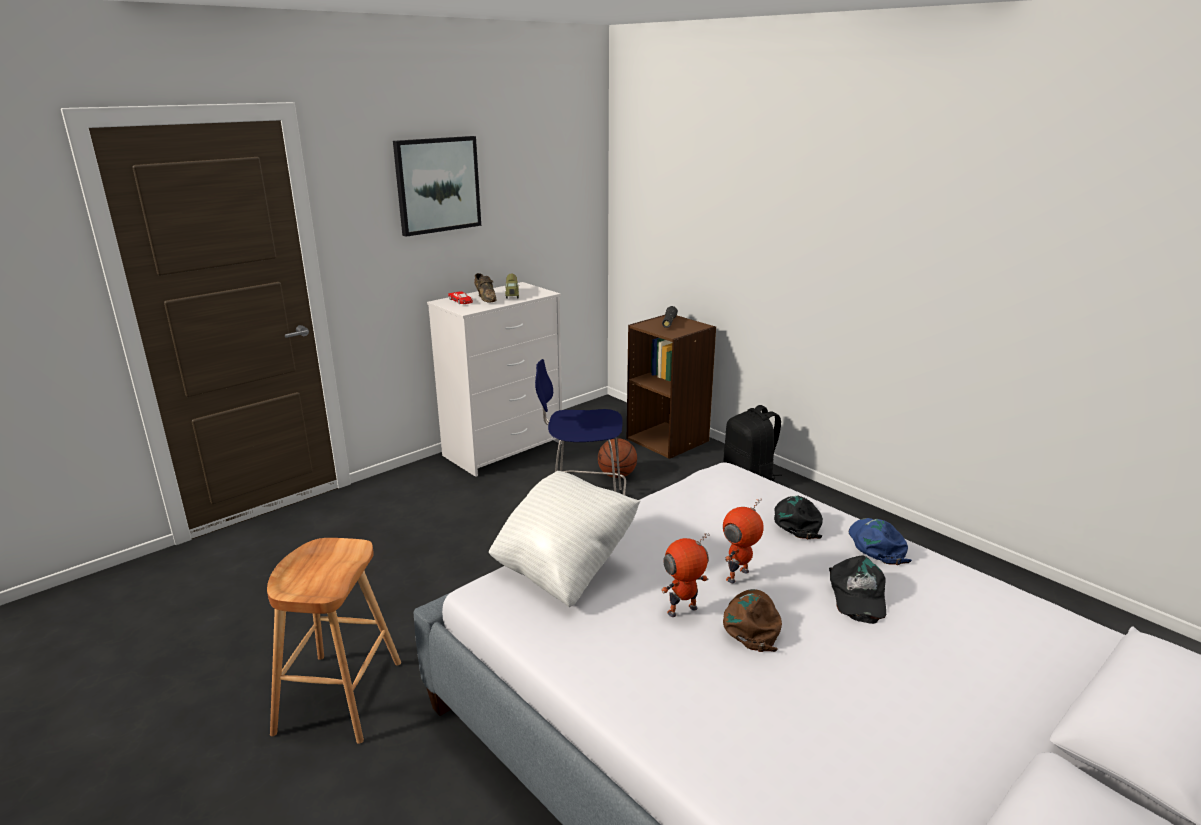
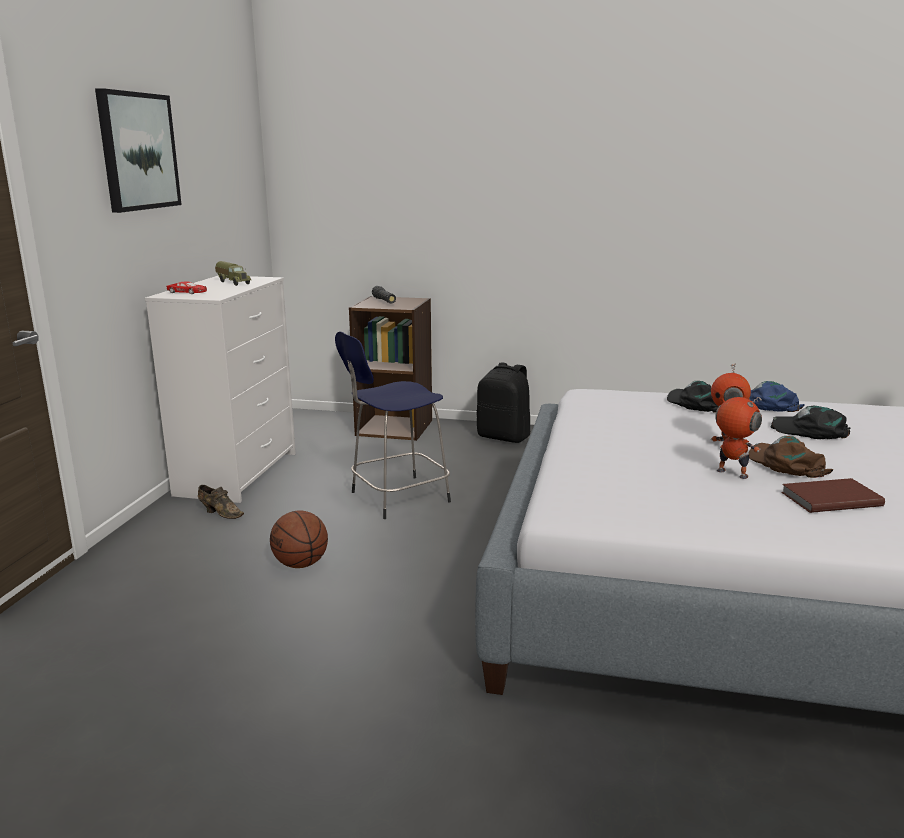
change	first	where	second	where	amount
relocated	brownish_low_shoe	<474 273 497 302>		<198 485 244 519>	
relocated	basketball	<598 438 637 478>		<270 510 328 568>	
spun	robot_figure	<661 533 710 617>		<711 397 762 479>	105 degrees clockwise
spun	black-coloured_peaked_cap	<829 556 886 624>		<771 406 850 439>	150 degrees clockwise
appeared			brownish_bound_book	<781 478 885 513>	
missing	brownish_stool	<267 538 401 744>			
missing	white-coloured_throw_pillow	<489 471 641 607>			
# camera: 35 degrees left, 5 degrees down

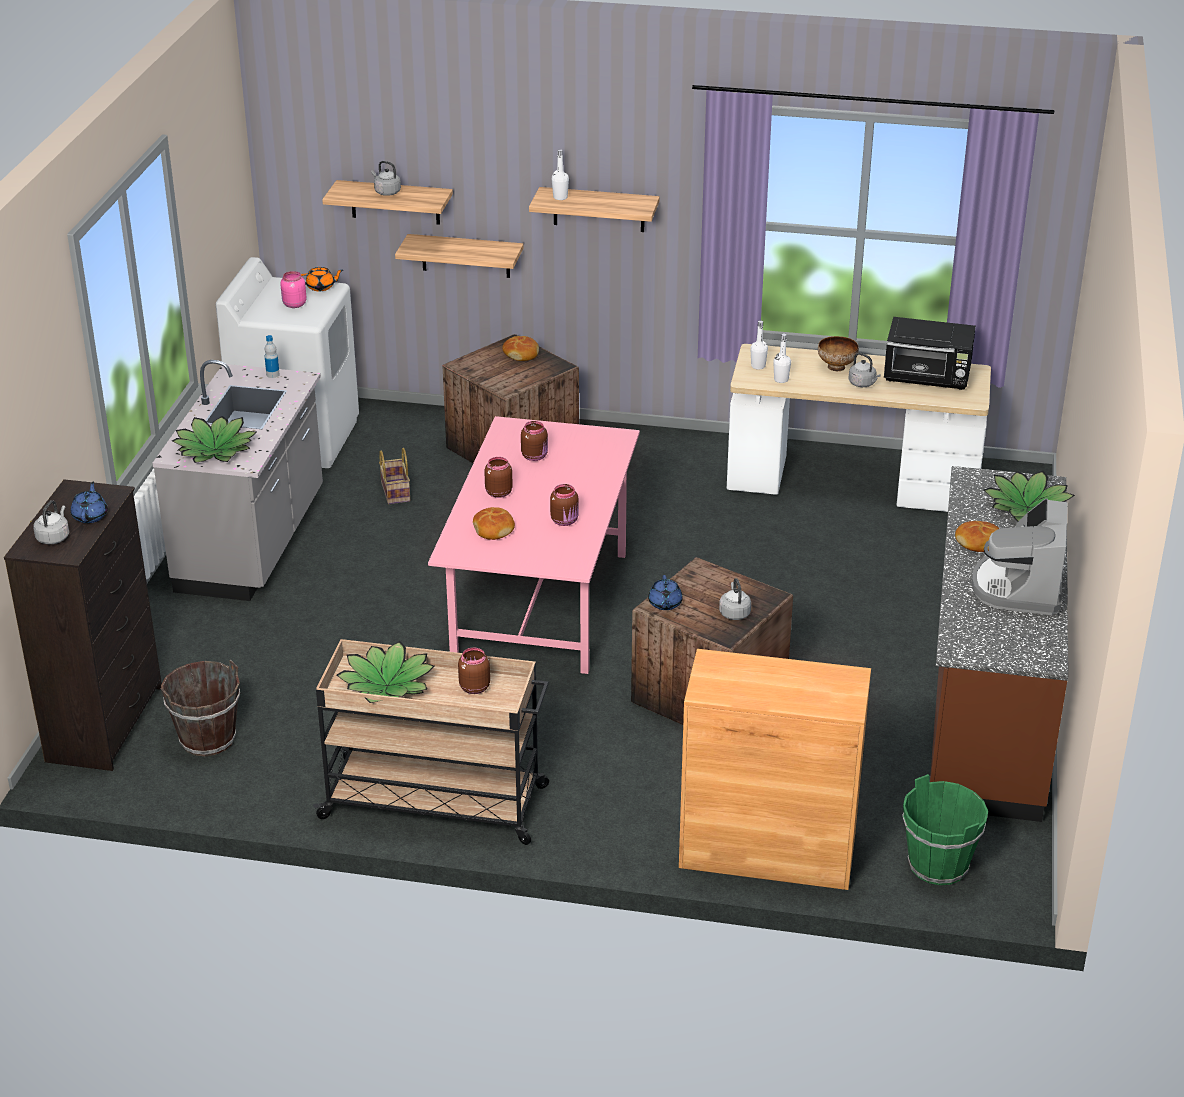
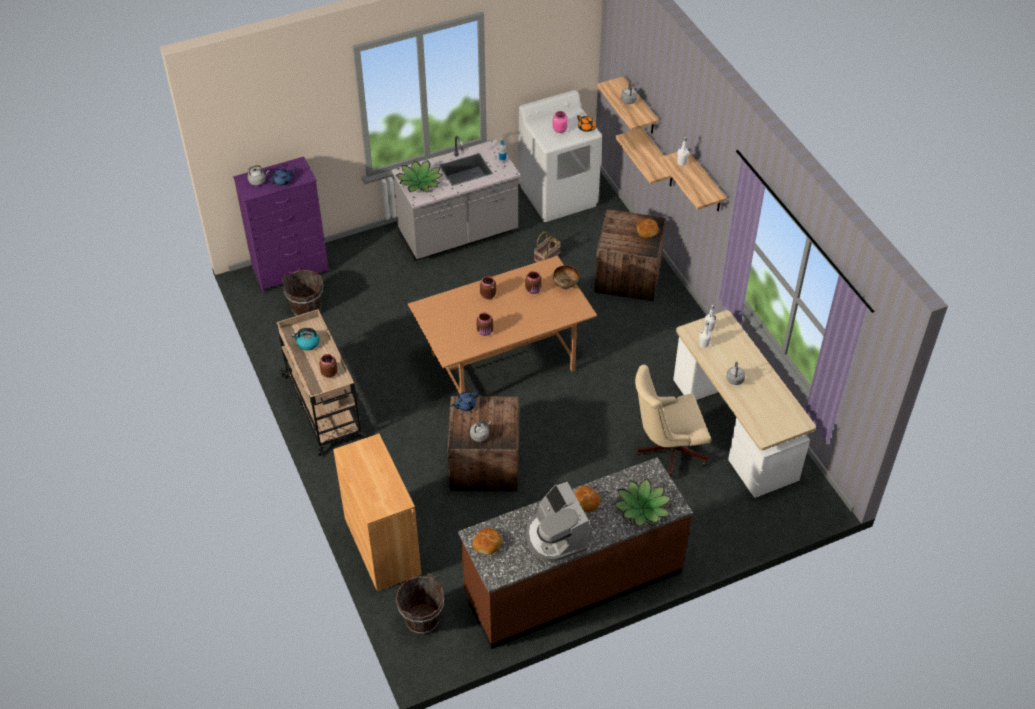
change	first	where	second	where	amount
colour	black-coloured_dresser	<4 479 162 771>	purplish_dresser	<233 157 329 293>	
exchanged	plant_in_a_pot	<337 641 434 703>	water_kettle	<292 328 320 351>	
colour	green-coloured_pail	<902 774 988 885>	brownish_pail	<396 574 444 634>	
colour	pink_dining_table	<428 416 640 674>	brownish_dining_table	<408 256 597 394>	
relocated	baked_bread	<473 507 515 540>		<472 528 502 555>	
spun	coffee_brewer	<972 498 1068 615>		<526 482 589 562>	90 degrees counterclockwise
relocated	bowl	<818 336 859 371>		<553 265 579 289>	
appeared			sand-coloured_office_chair	<635 365 711 477>	
missing	black-coloured_kitchen_microwave	<884 317 976 390>			
# camera: 55 degrees right, 15 degrees up

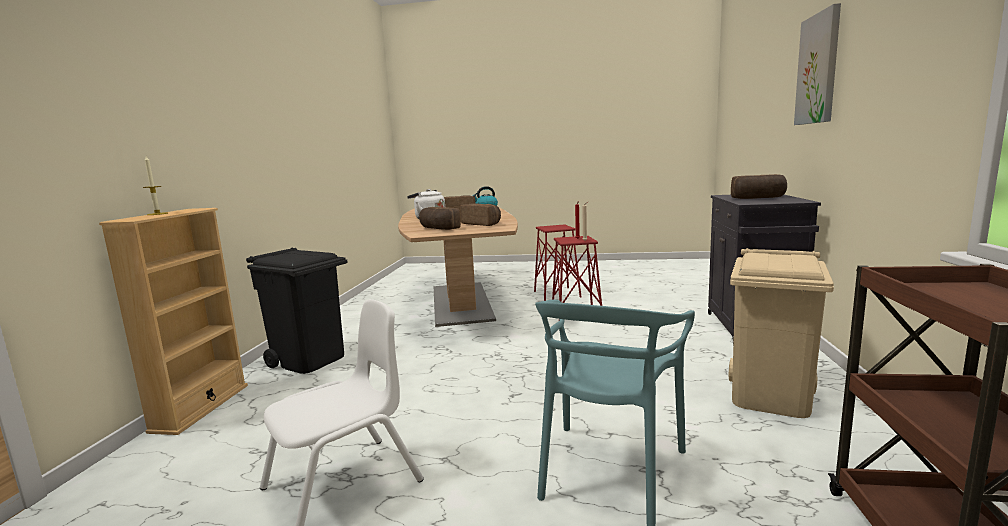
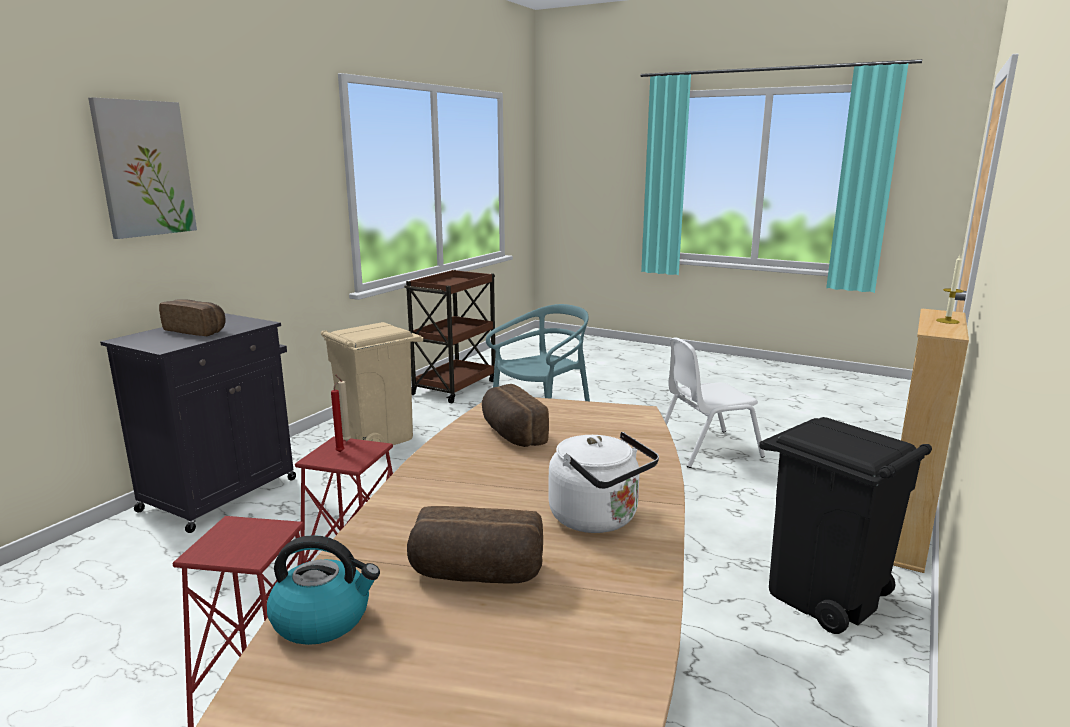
change	first	where	second	where	amount
missing	baked_bread	<419 207 461 230>			
# camera: 160 degrees left, 5 degrees up

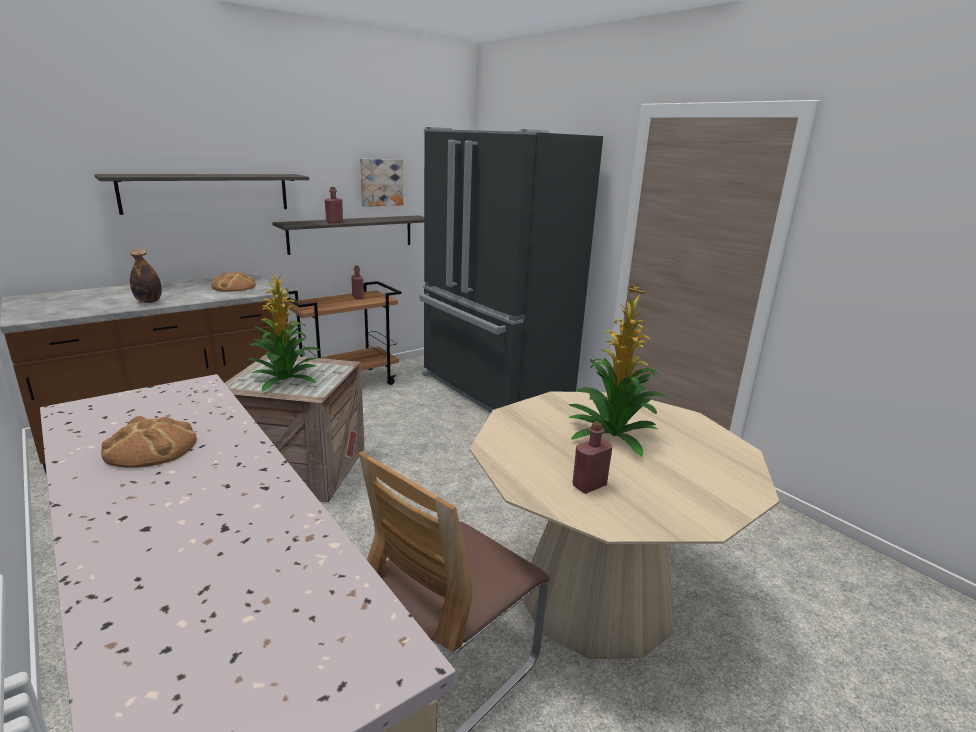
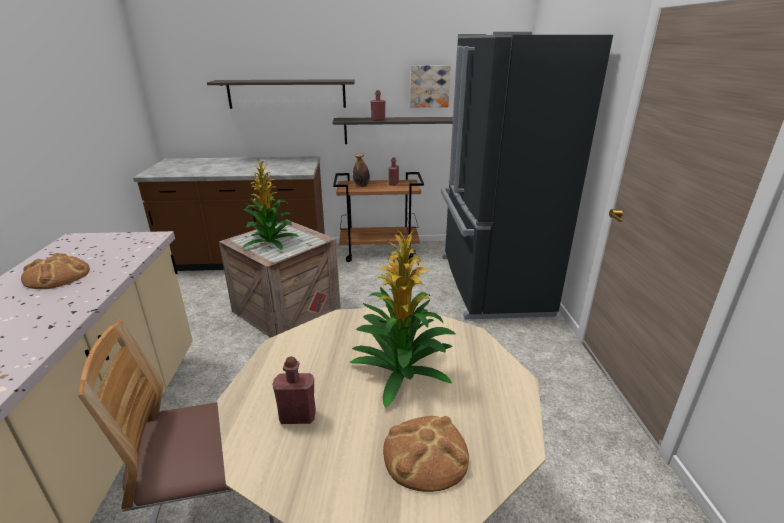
change	first	where	second	where	amount
relocated	drink_bottle	<130 250 162 303>		<353 153 370 187>	
relocated	baked_bread	<211 271 256 292>		<383 416 469 492>	
# camera: 35 degrees right, 5 degrees up

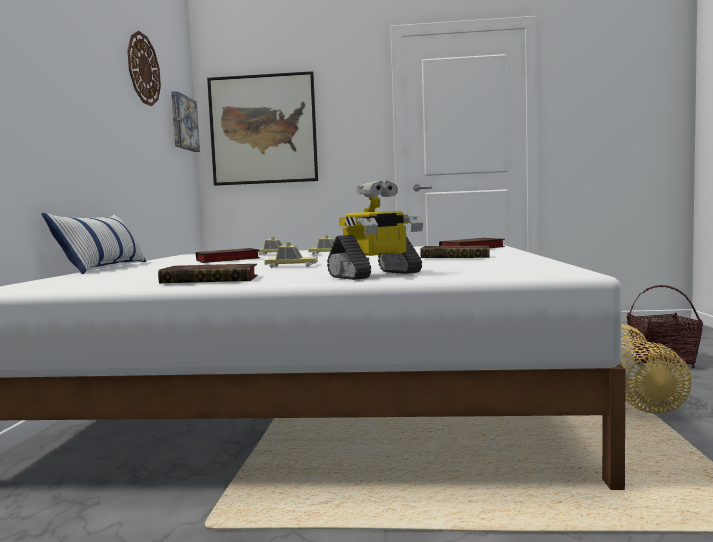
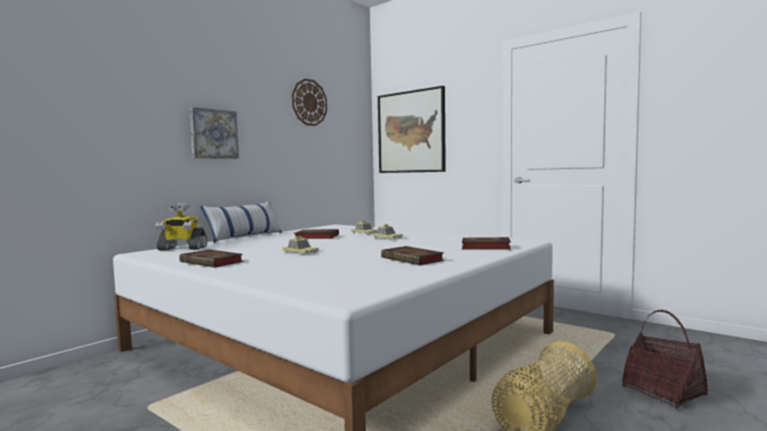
change	first	where	second	where	amount
relocated	robot_figure	<327 180 423 280>		<155 203 207 250>	
relocated	wall_picture	<171 91 200 152>		<190 107 239 159>	
# camera: 35 degrees right, 0 degrees up

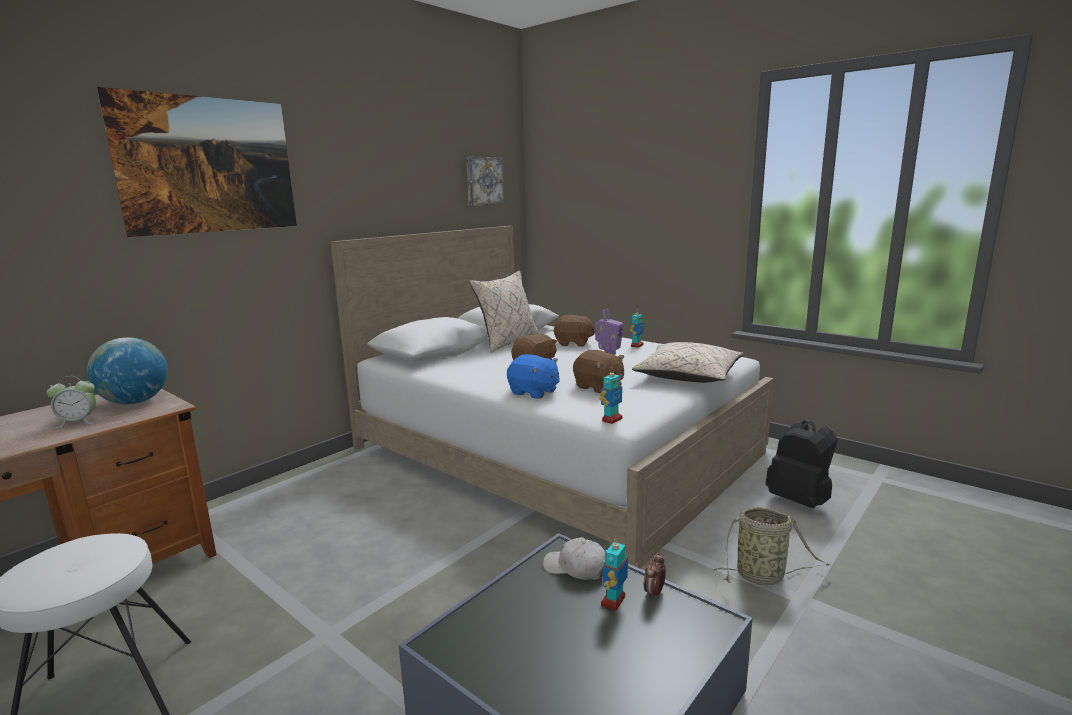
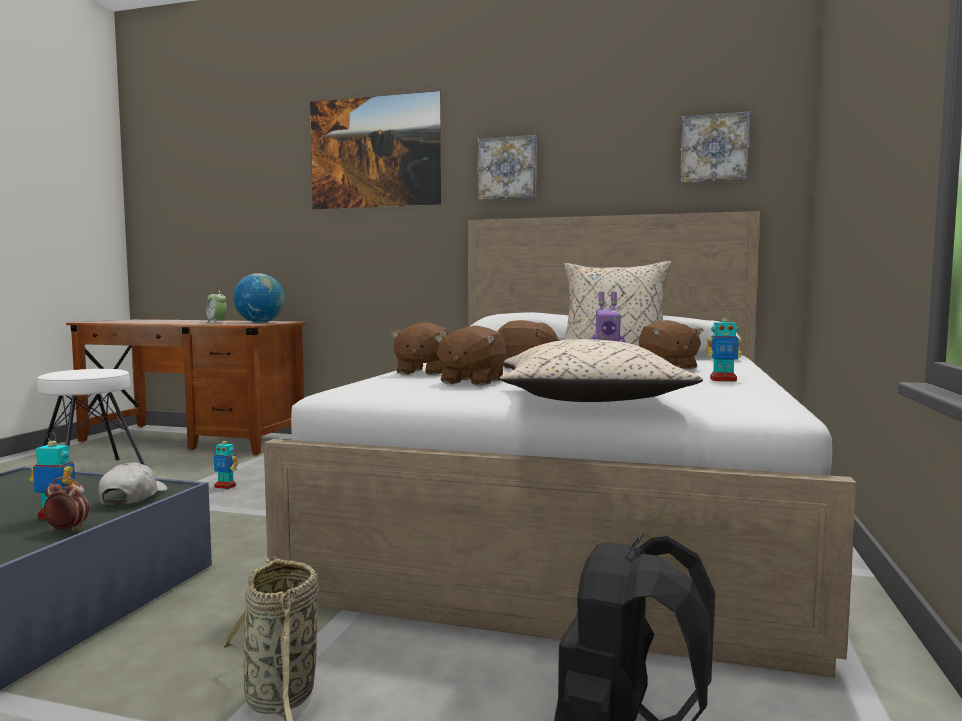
change	first	where	second	where	amount
relocated	robot_figure	<600 369 622 424>		<213 436 238 489>	
colour	blue-coloured_cuddly_toy	<507 354 560 399>	brownish_cuddly_toy	<390 322 449 375>	
appeared			wall_picture	<477 135 537 200>	
# camera: 65 degrees right, 10 degrees down

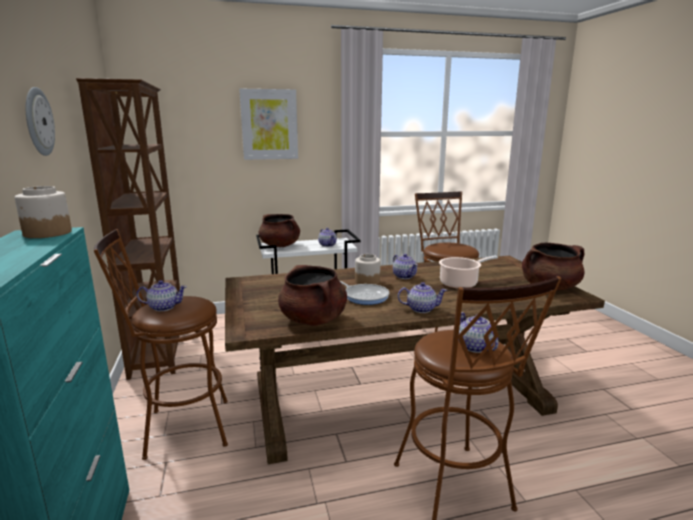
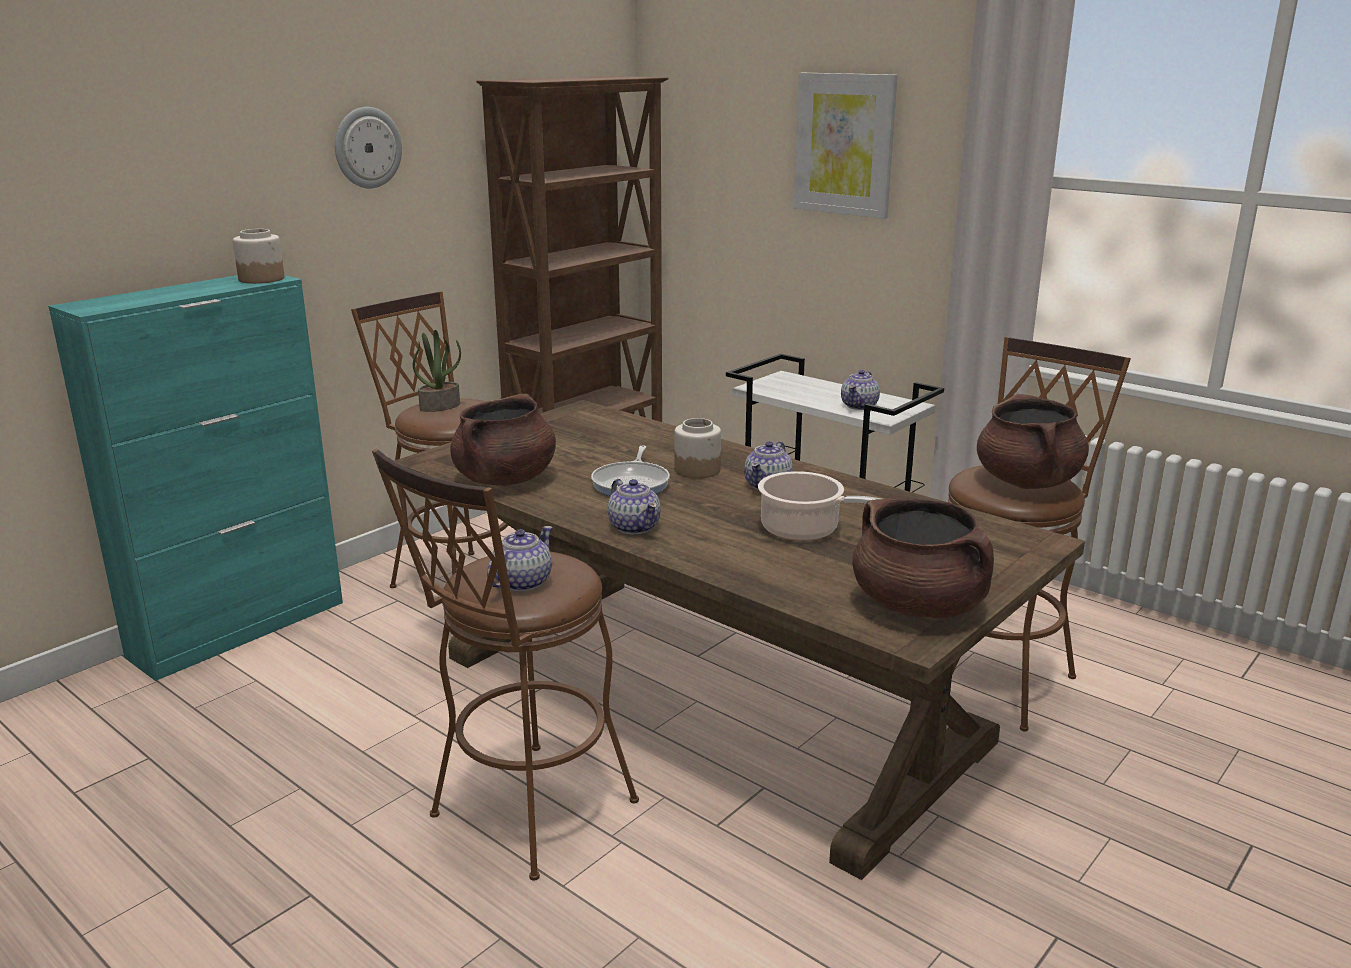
change	first	where	second	where	amount
exchanged	pot_for_tea	<137 280 187 311>	plant_in_a_pot	<413 330 461 412>	
relocated	brownish_stockpot	<259 214 300 247>		<977 394 1089 489>	
# camera: 55 degrees right, 5 degrees up

